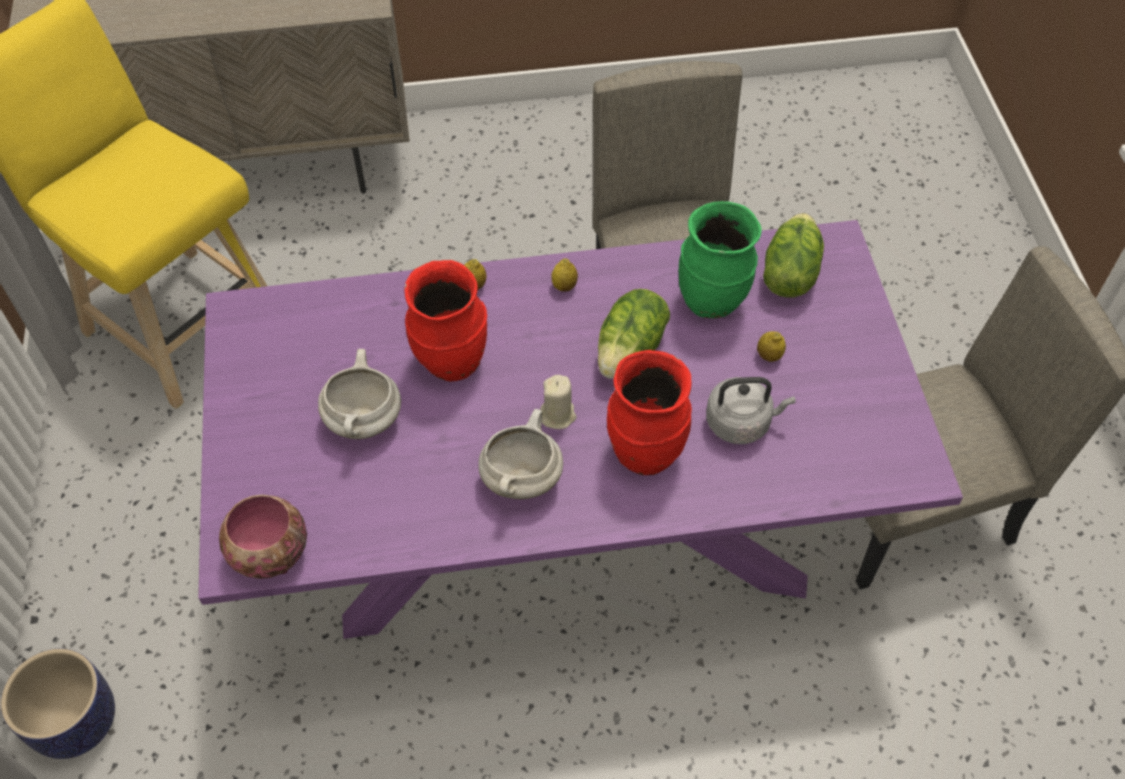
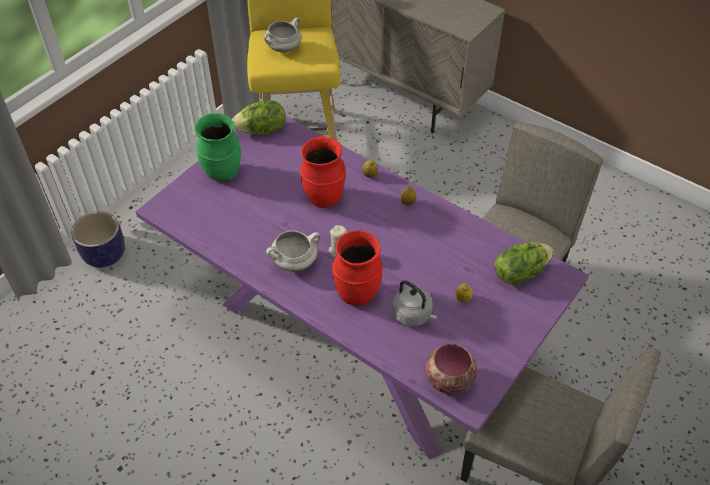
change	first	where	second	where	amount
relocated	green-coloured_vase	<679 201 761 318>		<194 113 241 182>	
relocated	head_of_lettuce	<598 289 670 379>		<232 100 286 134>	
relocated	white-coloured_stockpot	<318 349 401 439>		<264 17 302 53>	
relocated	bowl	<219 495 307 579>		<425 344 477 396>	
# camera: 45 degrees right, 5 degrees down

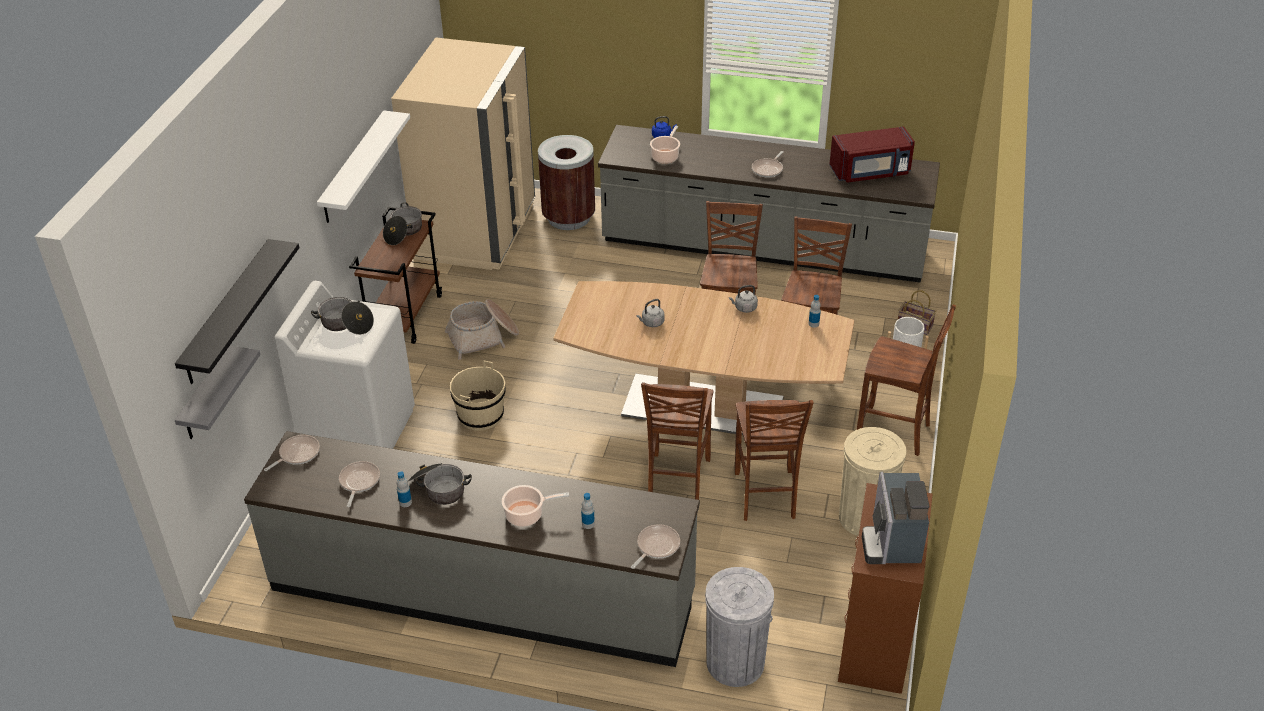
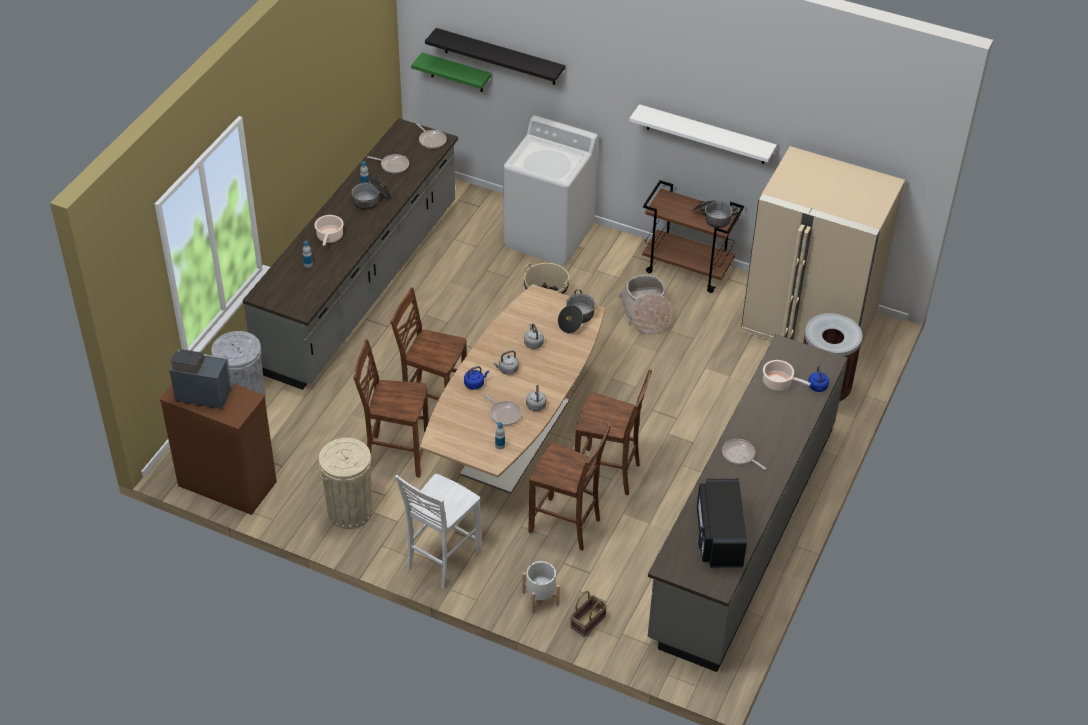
change	first	where	second	where	amount
colour	brownish_chair	<857 305 956 456>	white-coloured_chair	<395 474 482 589>	
colour	greyish_wall_shelf	<175 346 261 439>	green-coloured_wall_shelf	<411 52 491 92>	
appeared			blue-coloured_water_kettle	<464 366 489 390>	
relocated	skillet	<631 524 680 569>		<483 393 522 426>	
appeared			greyish_water_kettle	<493 350 519 375>	
relocated	stockpot	<311 297 374 335>		<558 290 595 333>	
colour	red-coloured_kitchen_microwave	<829 126 915 183>	black-coloured_kitchen_microwave	<697 479 747 568>	
# camera: 100 degrees right, 5 degrees up

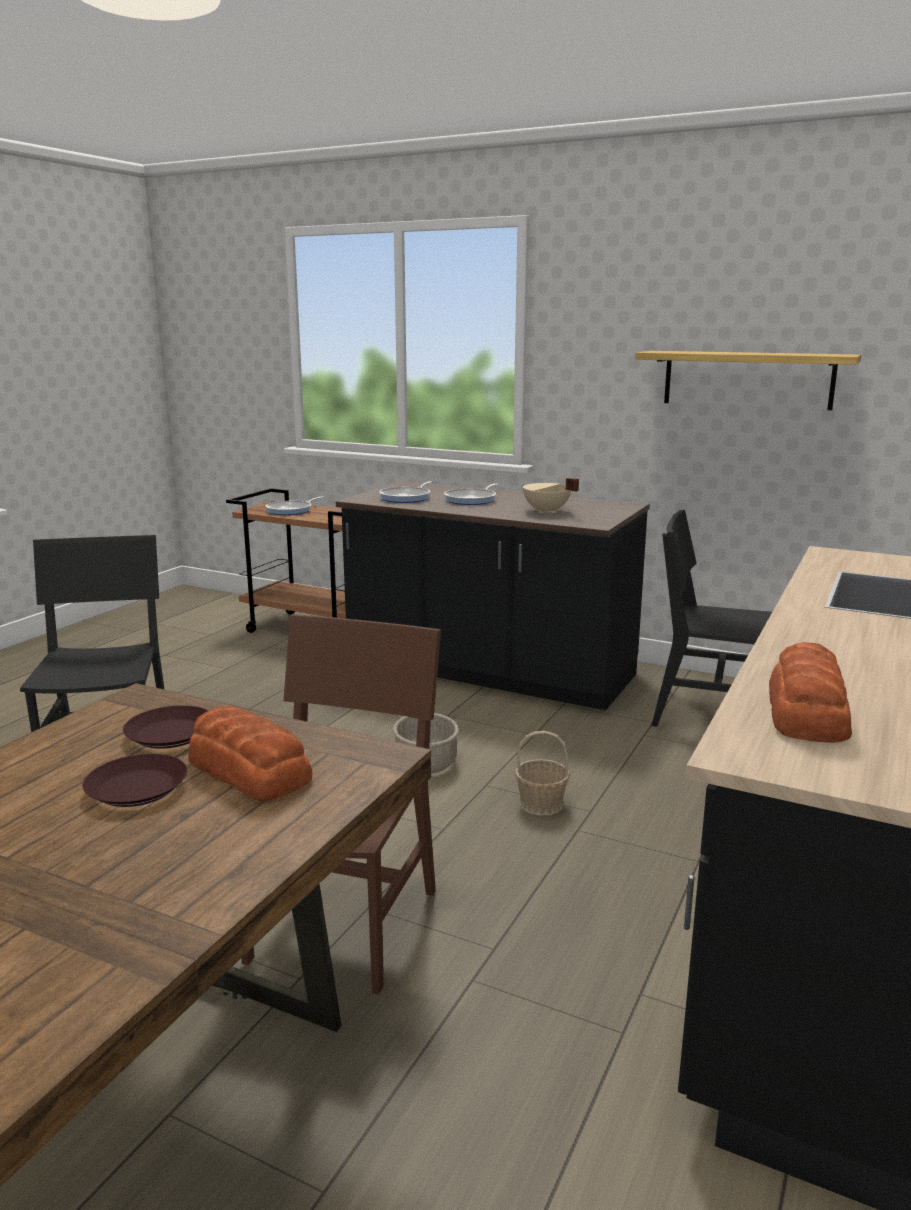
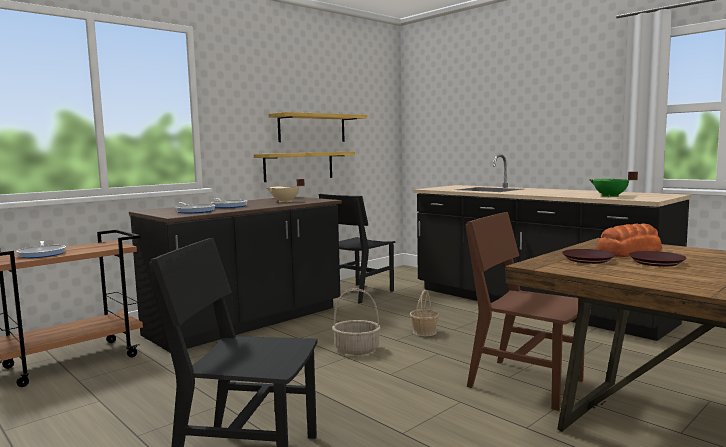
change	first	where	second	where	amount
appeared			wall_shelf	<254 152 355 182>	
exchanged	baked_bread	<769 642 852 743>	green-coloured_stockpot	<589 172 638 197>	
# camera: 70 degrees left, 10 degrees down

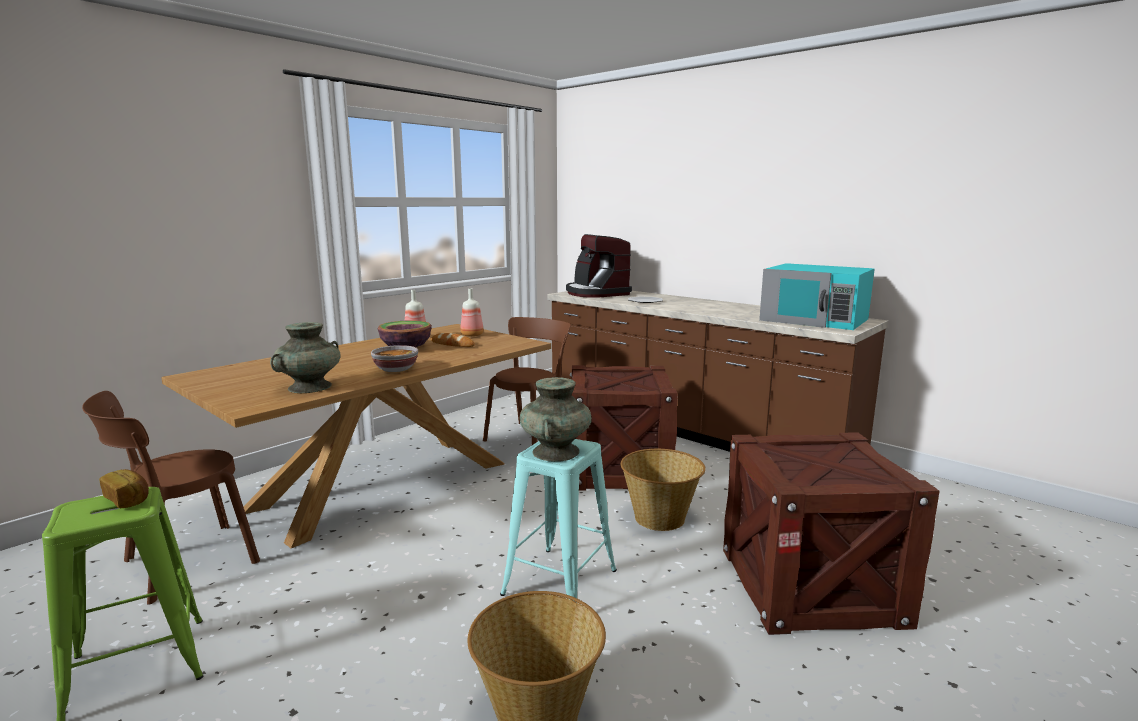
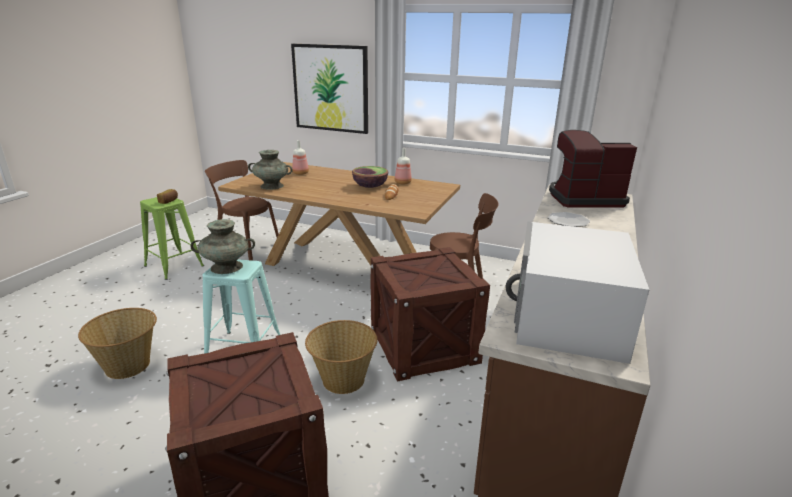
change	first	where	second	where	amount
appeared			wall_picture	<291 44 368 134>	
relocated	drink_bottle	<460 288 484 337>		<292 140 309 175>	
colour	turquoise_kitchen_microwave	<759 263 875 330>	white-coloured_kitchen_microwave	<506 221 649 364>	
spun	coffee_brewer	<566 234 632 298>		<549 130 637 208>	45 degrees clockwise
missing	bowl	<371 345 418 372>			
# camera: 70 degrees right, 10 degrees up

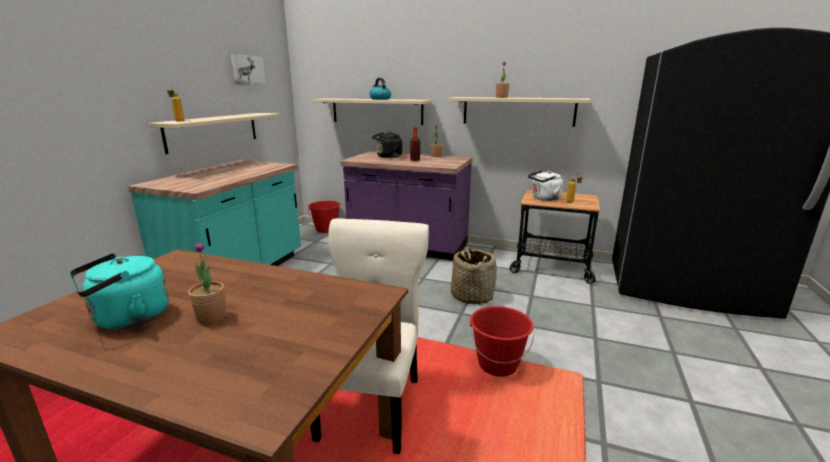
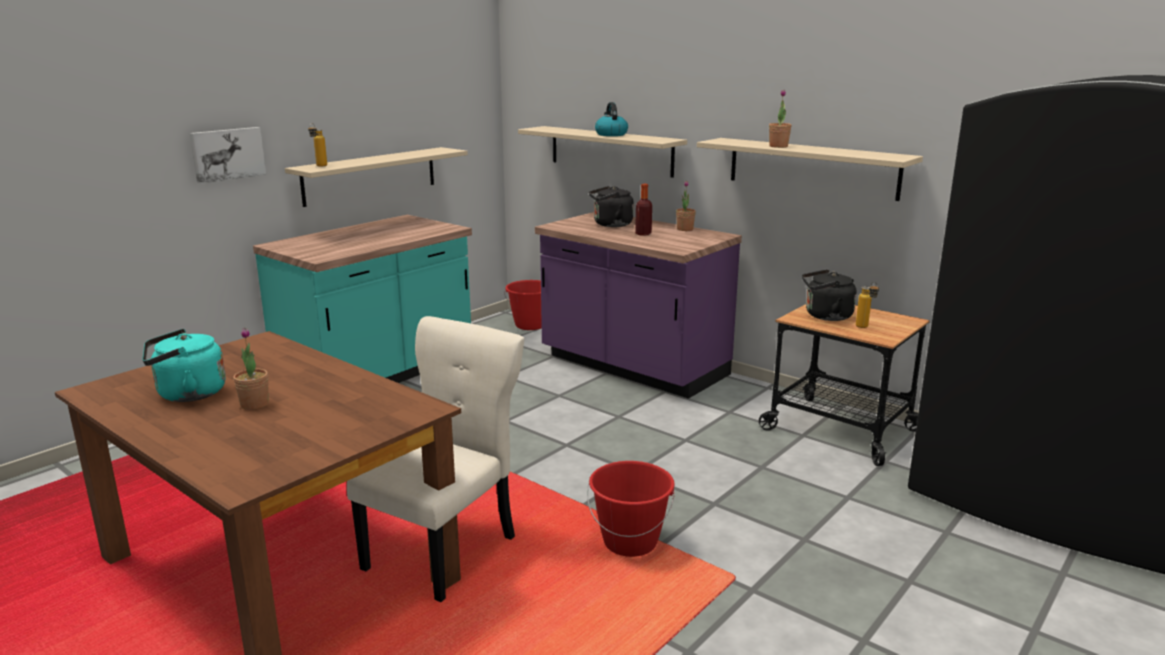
change	first	where	second	where	amount
relocated	wall_picture	<231 54 266 85>		<190 127 266 184>	
colour	white-coloured_water_kettle	<528 170 563 201>	black-coloured_water_kettle	<802 269 857 321>	
missing	household_basket	<451 247 497 305>			
# camera: 20 degrees right, 0 degrees up

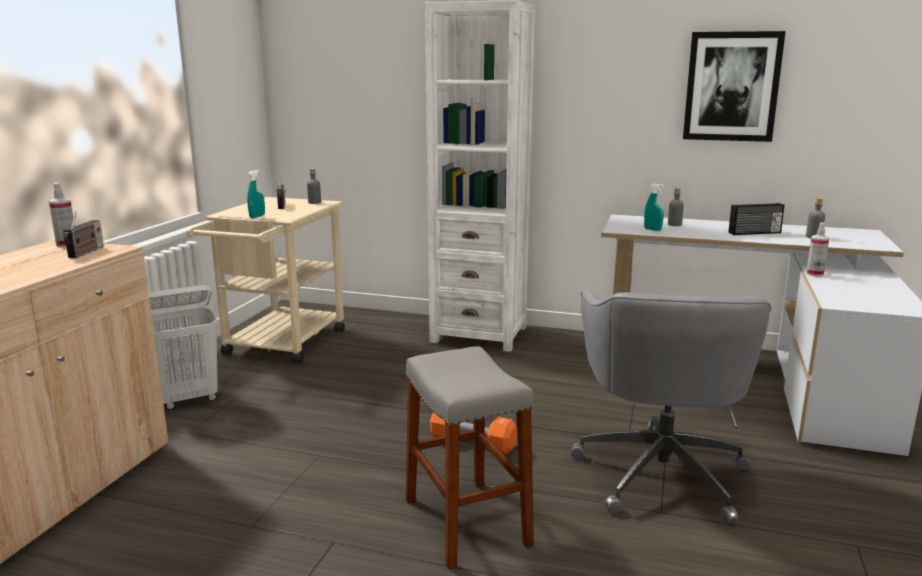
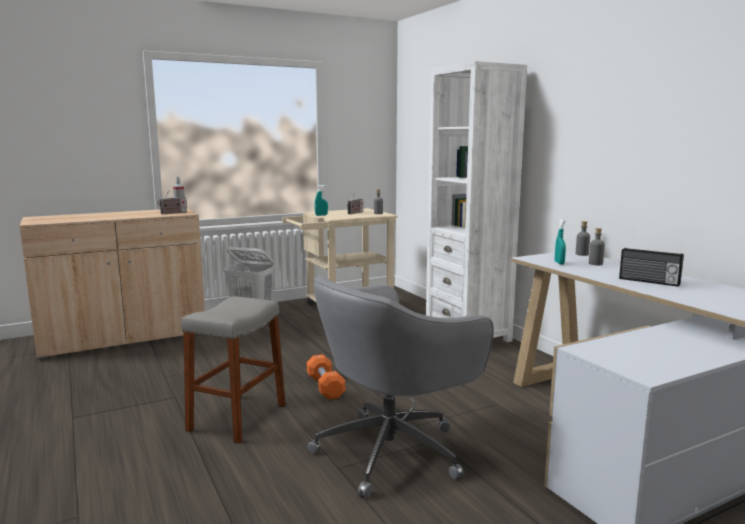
change	first	where	second	where	amount
relocated	greyish_drink_bottle	<806 198 825 238>		<576 221 590 256>	
missing	wall_picture	<683 31 786 142>			
missing	hand_sprayer	<806 222 829 277>			
# camera: 45 degrees right, 5 degrees down

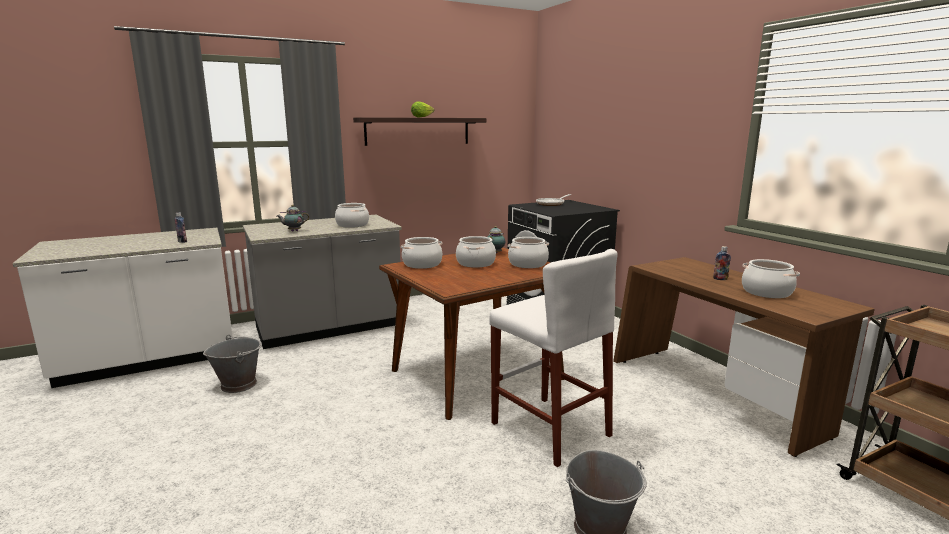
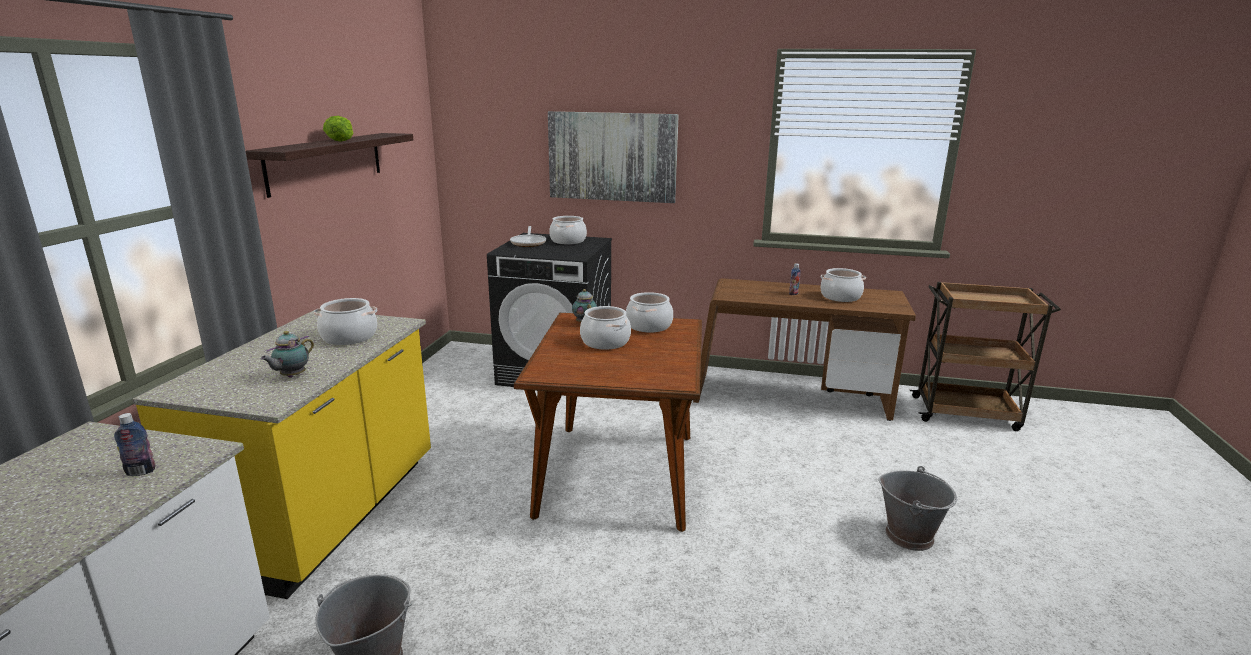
change	first	where	second	where	amount
colour	greyish_counter	<243 214 402 349>	yellow_counter	<132 311 431 599>	
appeared			wall_picture	<548 111 679 203>	
relocated	stockpot	<401 237 442 269>		<549 216 587 244>	
missing	white-coloured_stool	<490 249 618 467>			
# camera: 50 degrees left, 5 degrees up

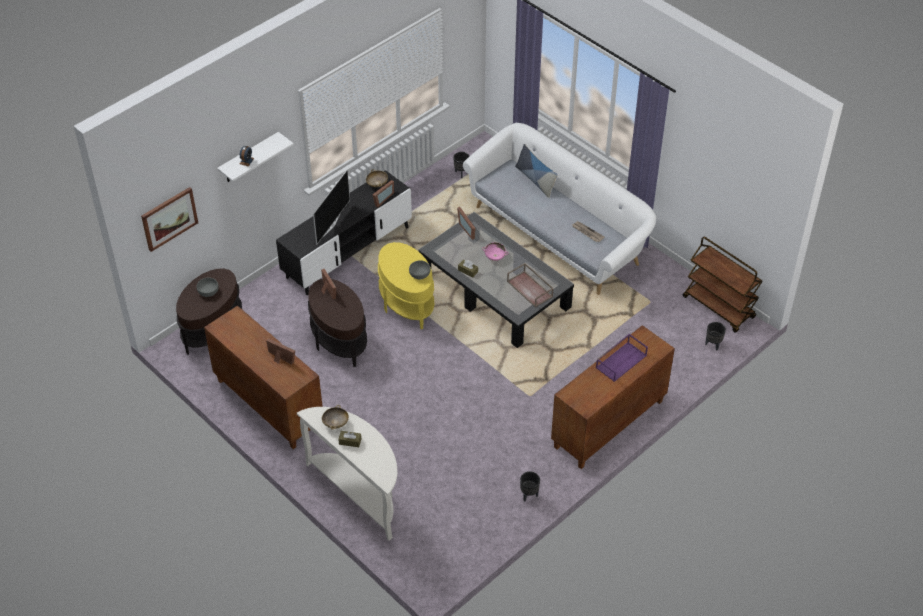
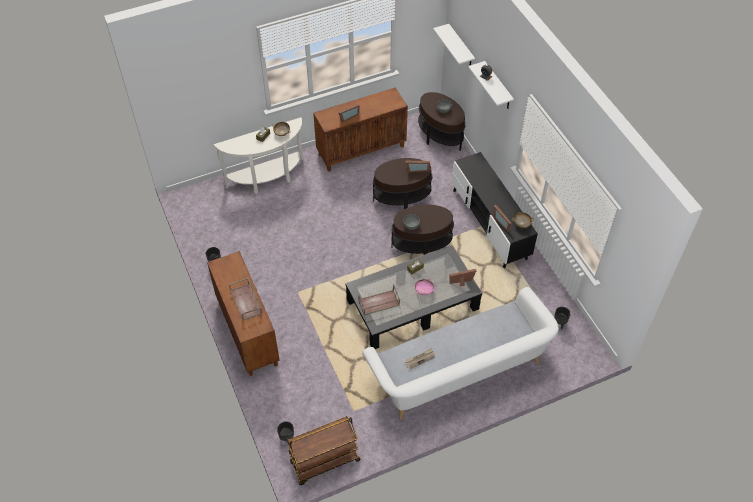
change	first	where	second	where	amount
colour	purplish_serving_tray	<596 333 648 382>	brownish_serving_tray	<229 278 262 321>	
colour	yellow_accent_table	<378 242 435 329>	brownish_accent_table	<391 205 454 255>	
exchanged	wall_picture	<141 187 198 252>	white-coloured_wall_shelf	<433 24 475 66>	
missing	TV	<313 169 350 245>			
missing	throw_pillow	<515 144 558 198>			
# camera: 110 degrees right, 5 degrees up

